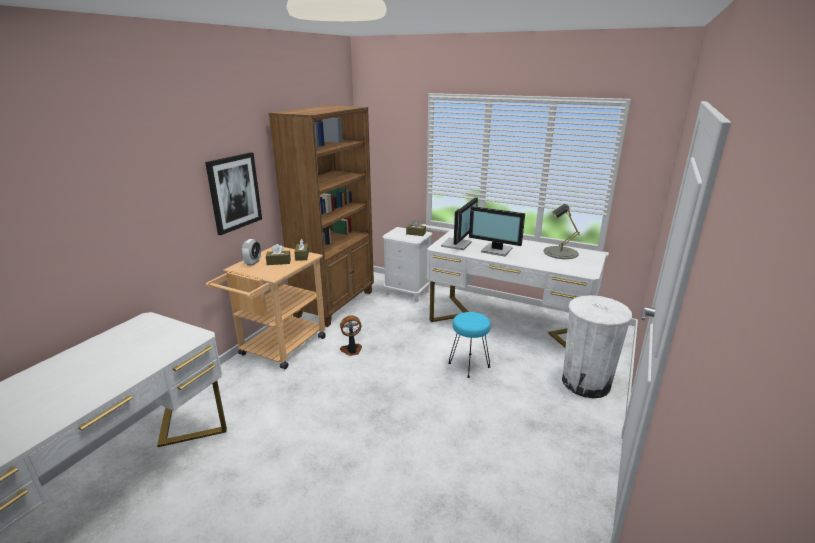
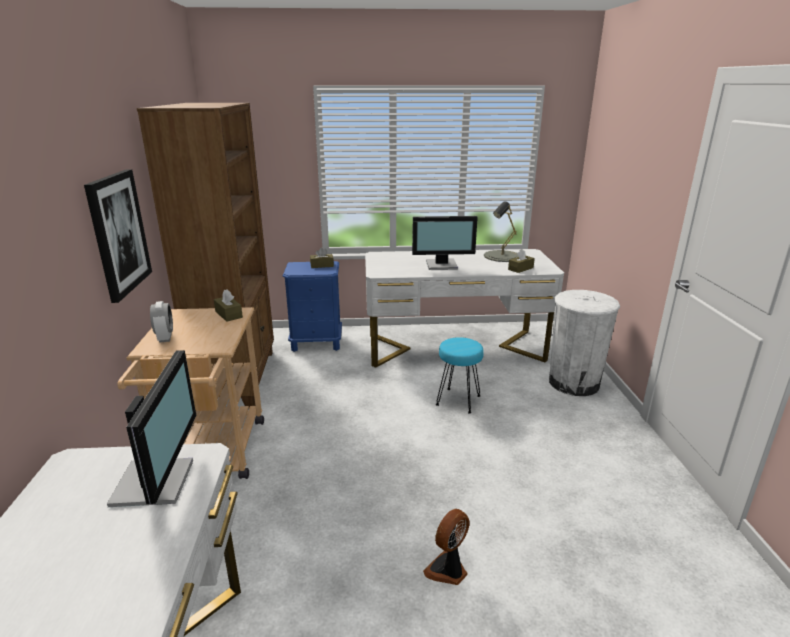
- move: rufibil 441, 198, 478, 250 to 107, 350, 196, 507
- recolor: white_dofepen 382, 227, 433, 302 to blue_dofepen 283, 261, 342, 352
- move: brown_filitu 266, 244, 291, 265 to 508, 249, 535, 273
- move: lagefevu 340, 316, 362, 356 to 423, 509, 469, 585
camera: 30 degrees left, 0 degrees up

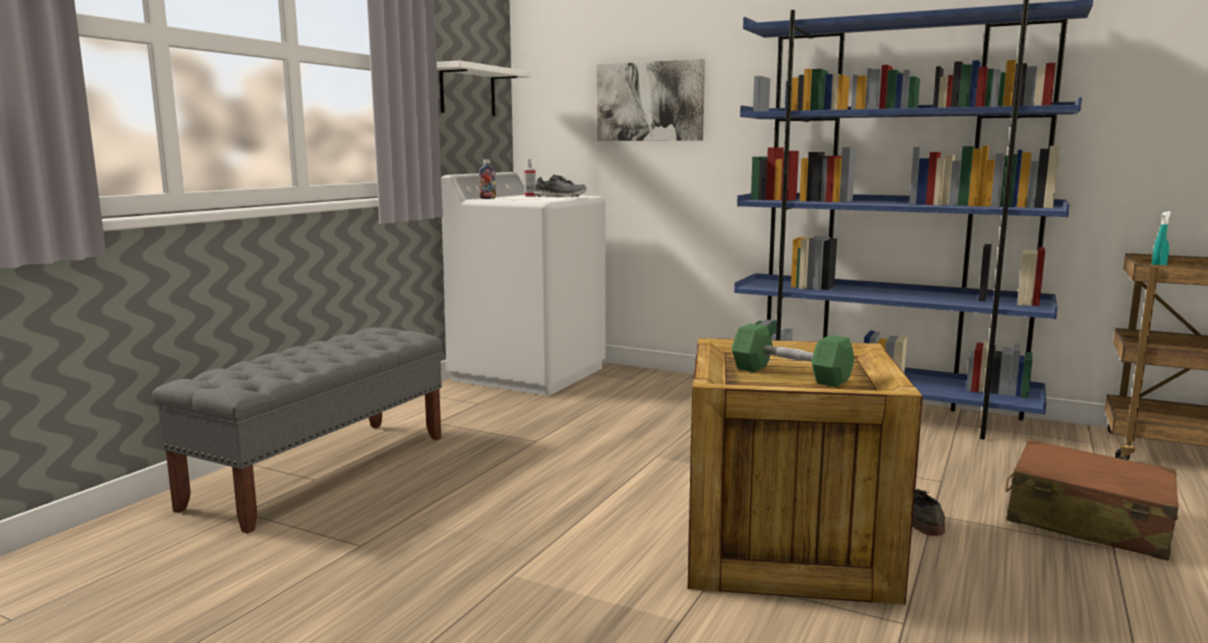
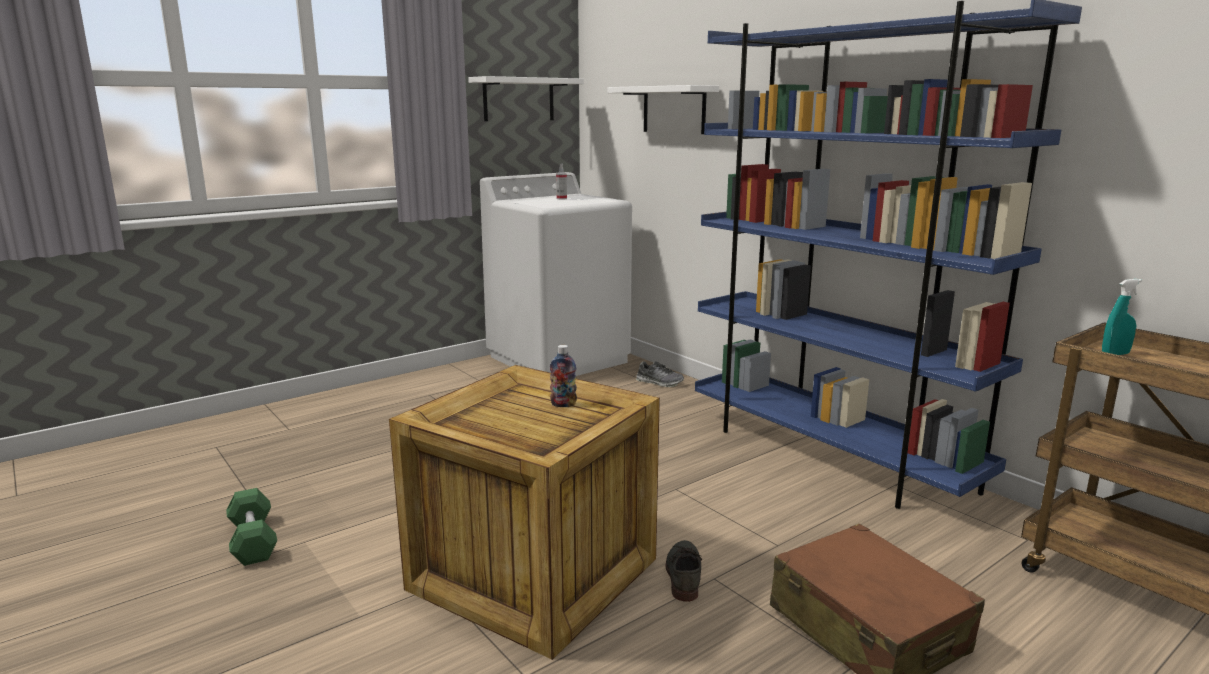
- replace: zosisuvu 597, 59, 705, 141 to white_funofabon 608, 85, 719, 134
- move: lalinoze 479, 159, 496, 199 to 550, 345, 577, 407
- move: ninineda 534, 175, 587, 197 to 636, 361, 684, 387
- move: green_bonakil 732, 324, 855, 387 to 226, 488, 277, 566
- delete: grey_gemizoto 152, 327, 443, 534
camera: 25 degrees right, 5 degrees up

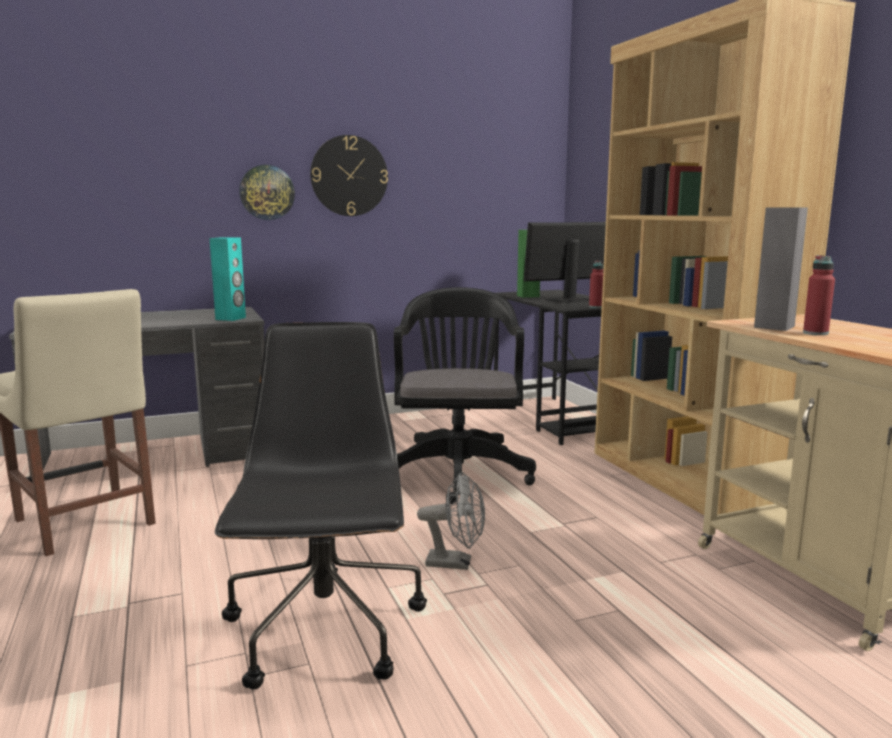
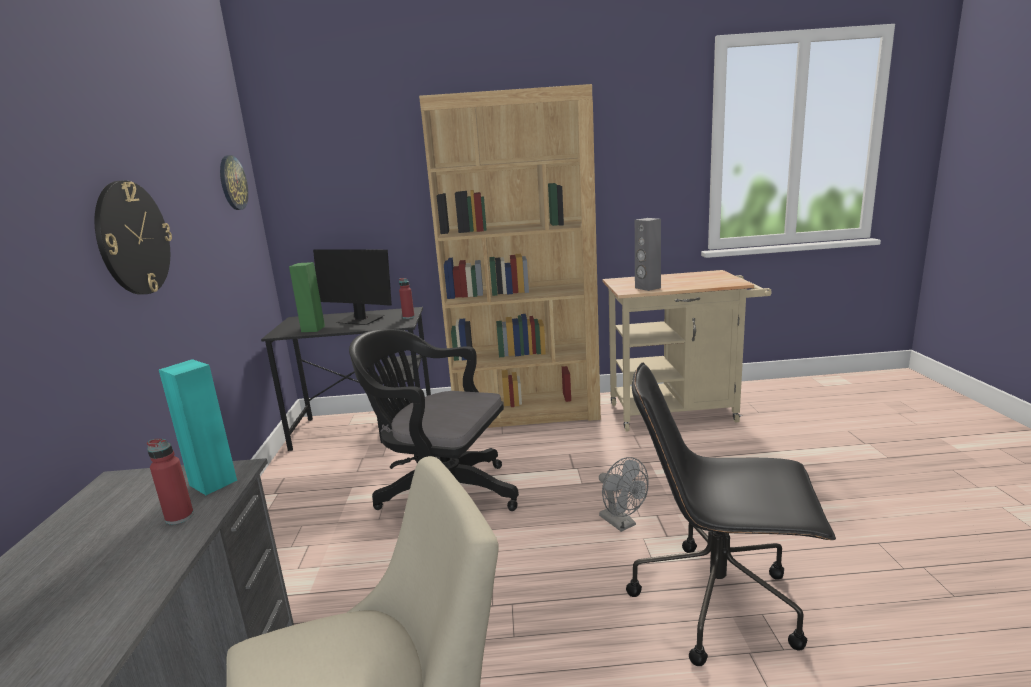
- move: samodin 239, 165, 295, 220 to 220, 155, 248, 210
- rotate: rufibil 524, 222, 606, 303 = 313, 249, 392, 325 60 degrees counterclockwise
- move: red_lalinoze 803, 255, 835, 335 to 147, 439, 194, 525
- rotate: grey_lagefevu 417, 472, 485, 570 = 599, 457, 648, 532 120 degrees clockwise
camera: 70 degrees left, 5 degrees up

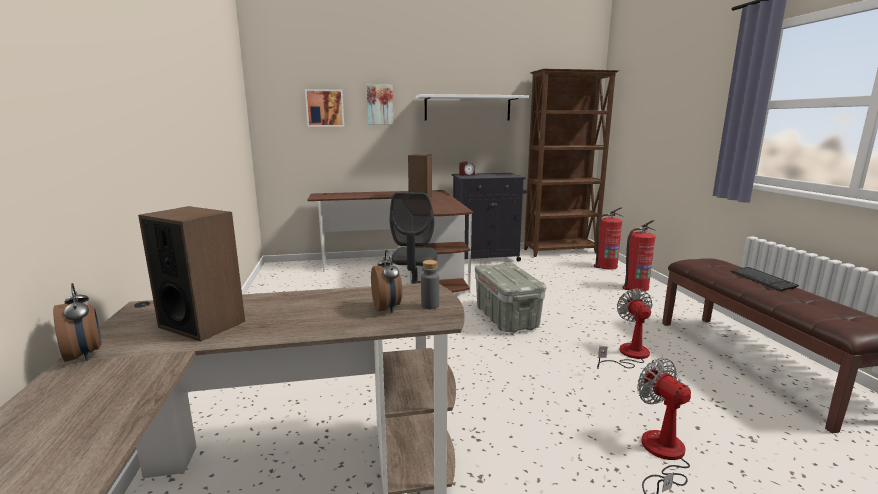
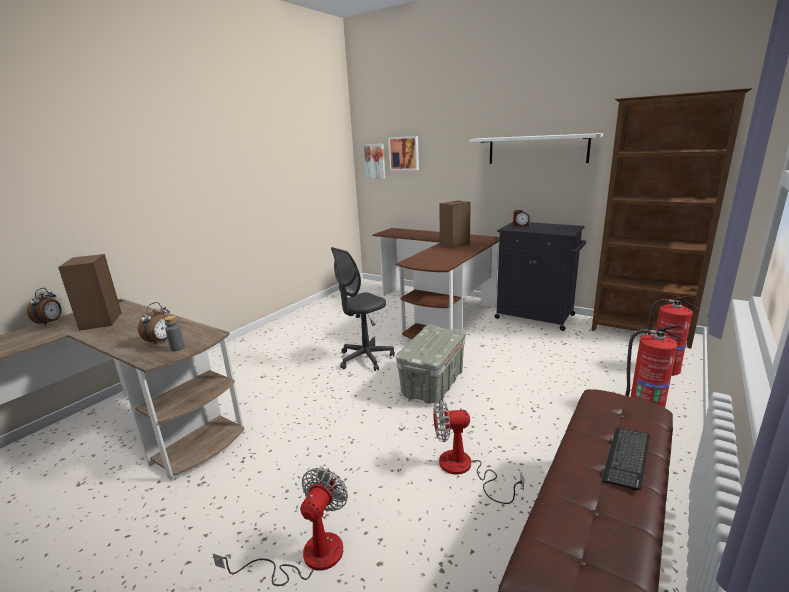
- move: zosisuvu 366, 84, 393, 125 to 364, 144, 385, 179
- rotate: lagefevu 597, 289, 652, 369 = 434, 399, 524, 504 135 degrees counterclockwise
camera: 45 degrees right, 5 degrees up

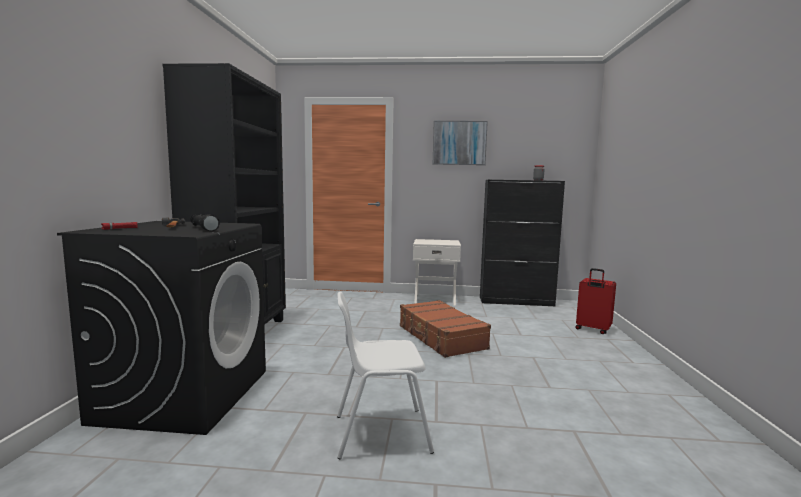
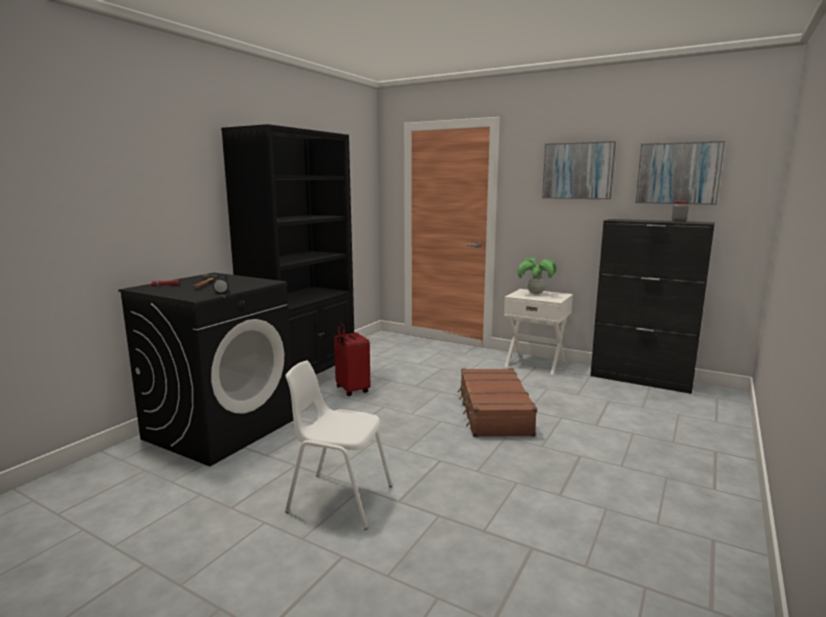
- move: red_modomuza 575, 268, 616, 334 to 334, 322, 370, 396
- insert: zosisuvu 636, 141, 725, 205
- insert: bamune 518, 258, 556, 294
camera: 25 degrees right, 5 degrees up

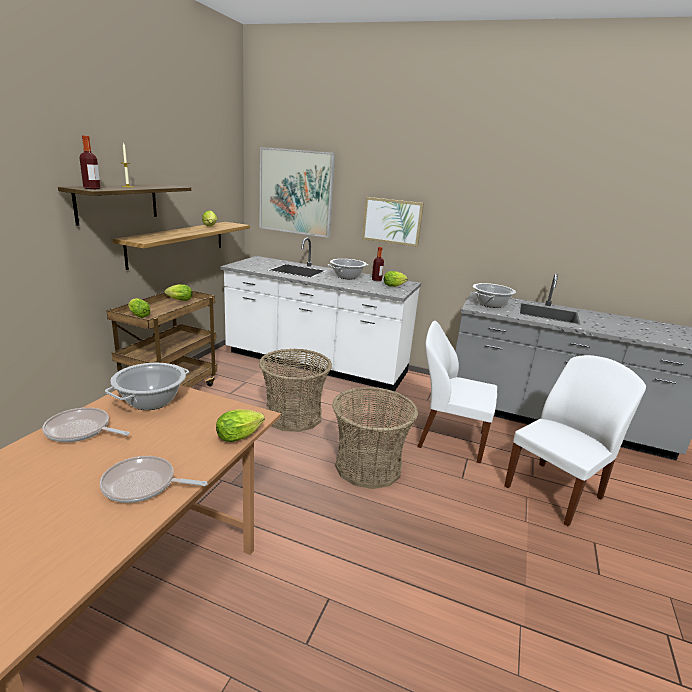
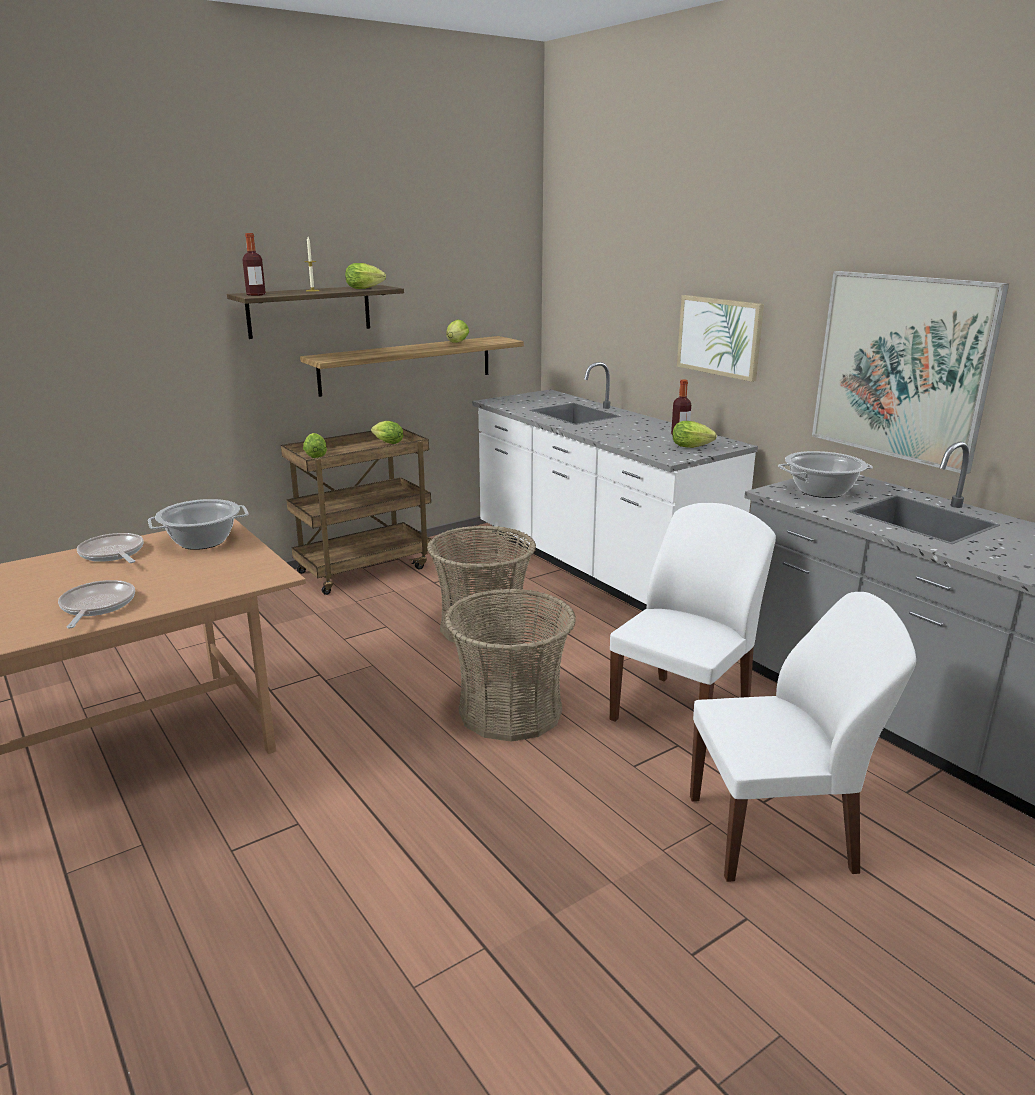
- move: zosisuvu 260, 147, 335, 238 to 812, 271, 1009, 474
- delete: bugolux 328, 259, 368, 279
- rotate: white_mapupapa 417, 321, 497, 463 = 610, 503, 776, 722 75 degrees clockwise
- move: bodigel 216, 409, 265, 442 to 345, 263, 386, 289
- rotate: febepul 99, 456, 208, 503 = 58, 580, 135, 629 45 degrees clockwise
camera: 35 degrees right, 0 degrees up

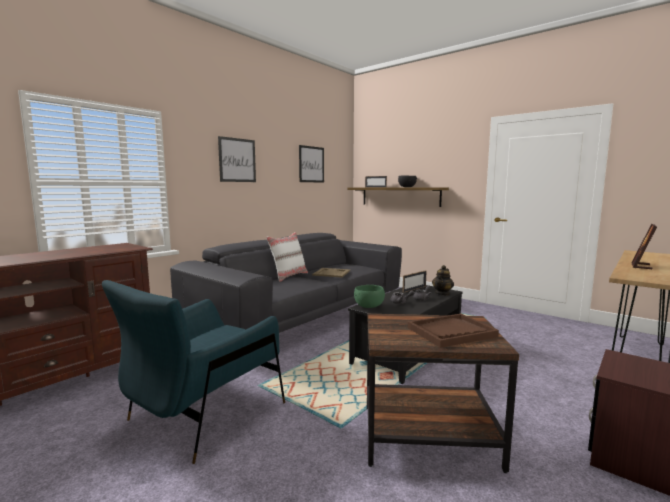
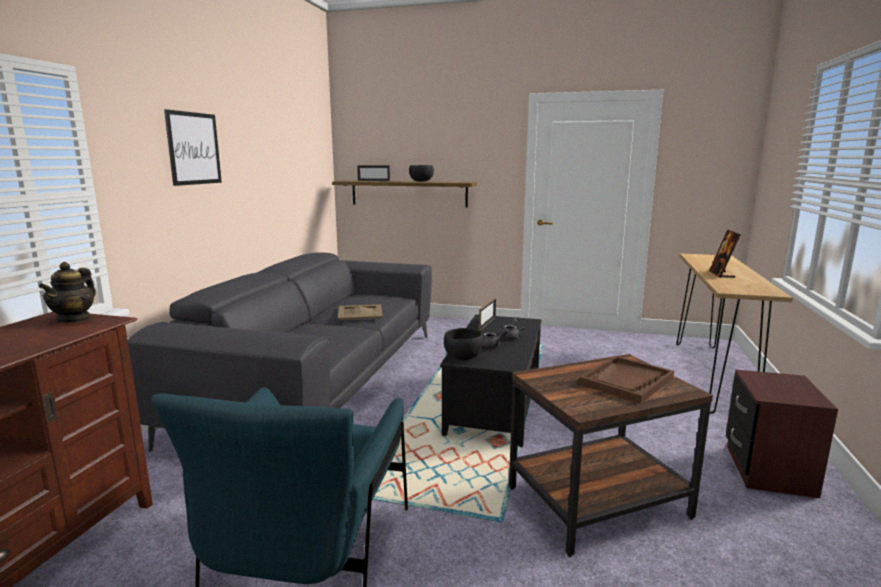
- delete: zosisuvu 299, 145, 324, 183
- delete: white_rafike 266, 232, 308, 282
- move: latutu 432, 265, 454, 296 to 39, 262, 96, 323
- recolor: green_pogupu 354, 285, 385, 308 to black_pogupu 444, 328, 484, 360
camera: 25 degrees left, 5 degrees up

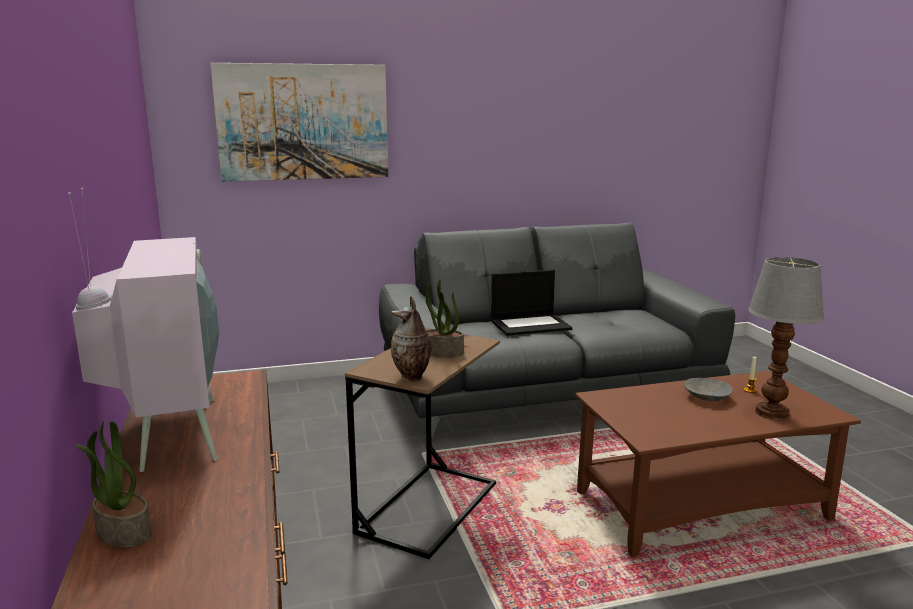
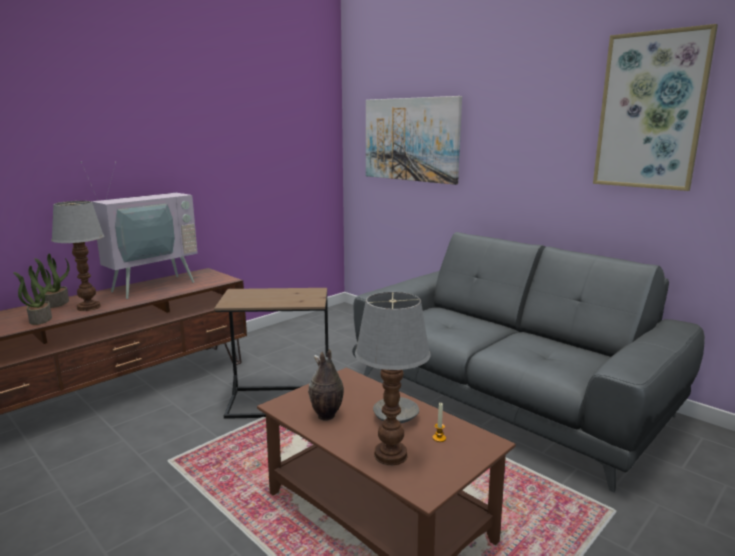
- delete: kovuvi 491, 270, 572, 336
- move: bamune 426, 279, 464, 357 to 13, 266, 52, 325
- move: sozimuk 391, 296, 432, 382 to 308, 349, 344, 421
- insert: zosisuvu 593, 24, 718, 191
- insert: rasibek 51, 201, 104, 311
camera: 60 degrees right, 0 degrees up

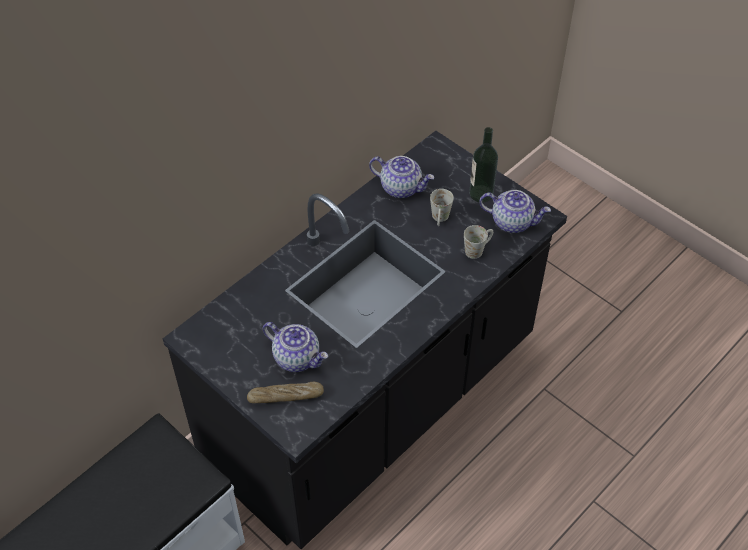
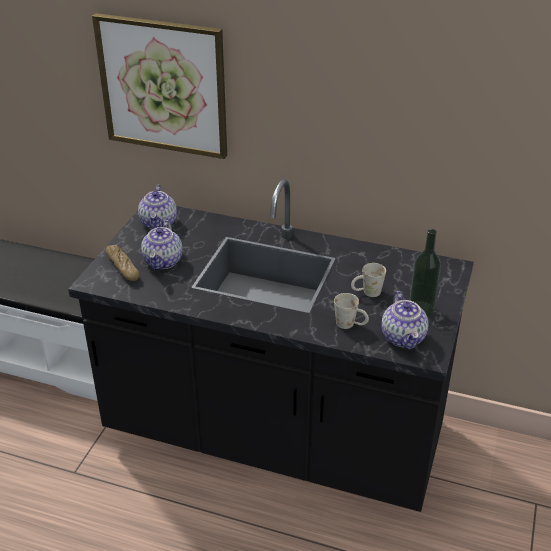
- move: latutu 369, 156, 434, 198 to 138, 185, 177, 229
- insert: zosisuvu 92, 13, 227, 159
camera: 65 degrees right, 15 degrees down

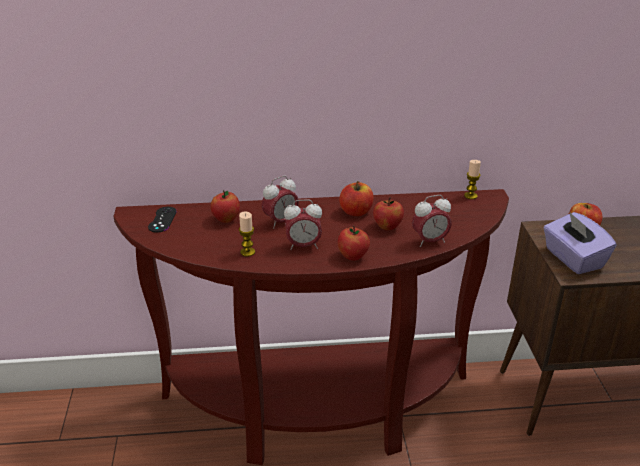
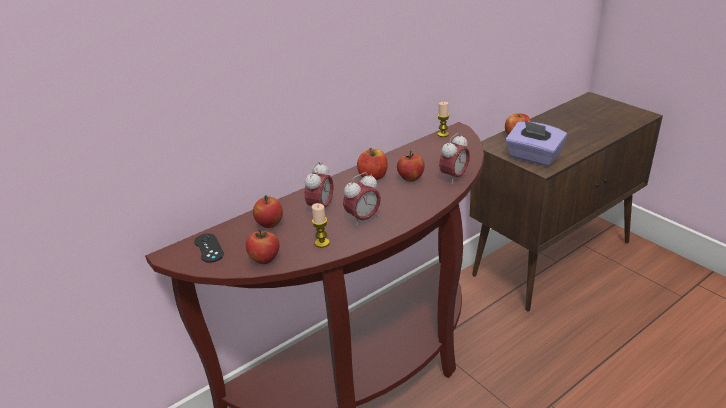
- move: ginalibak 338, 225, 370, 261 to 246, 229, 279, 264
camera: 30 degrees left, 0 degrees up

